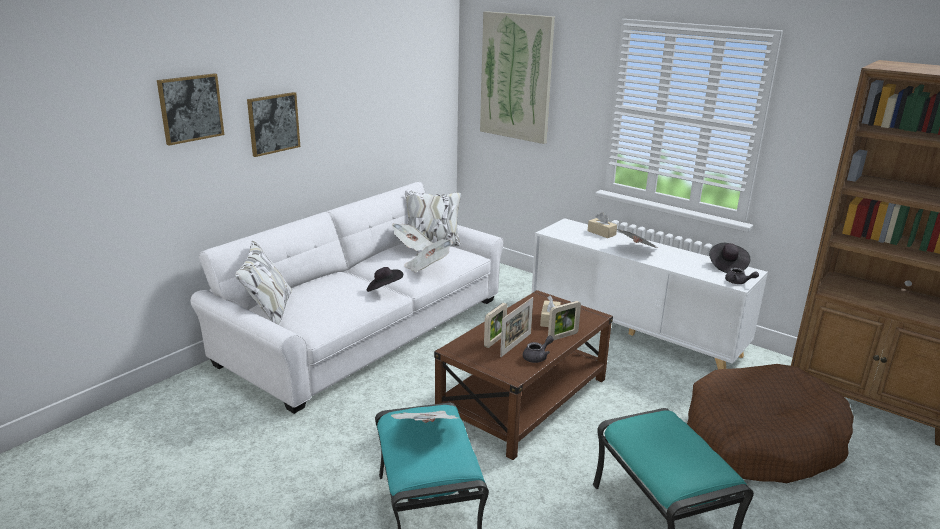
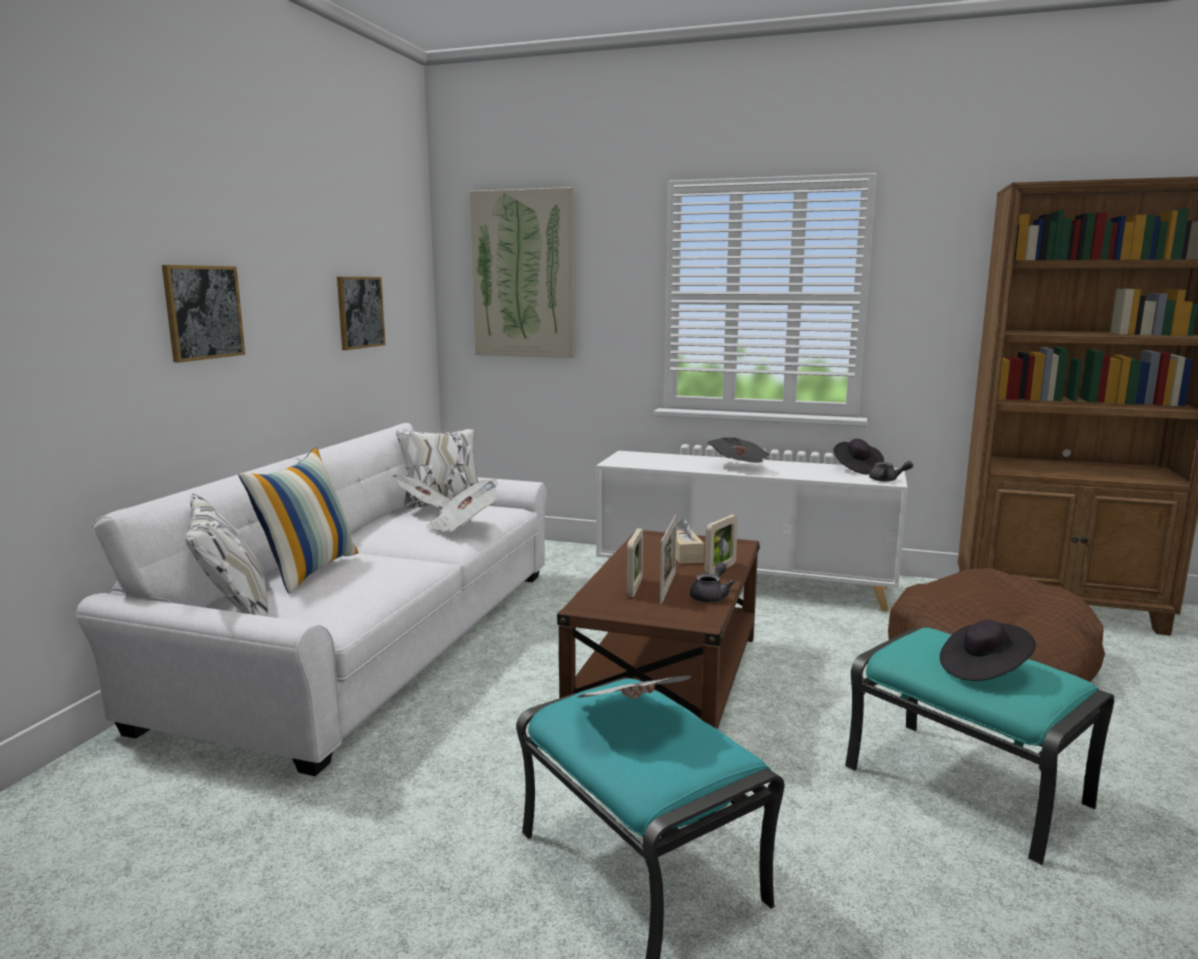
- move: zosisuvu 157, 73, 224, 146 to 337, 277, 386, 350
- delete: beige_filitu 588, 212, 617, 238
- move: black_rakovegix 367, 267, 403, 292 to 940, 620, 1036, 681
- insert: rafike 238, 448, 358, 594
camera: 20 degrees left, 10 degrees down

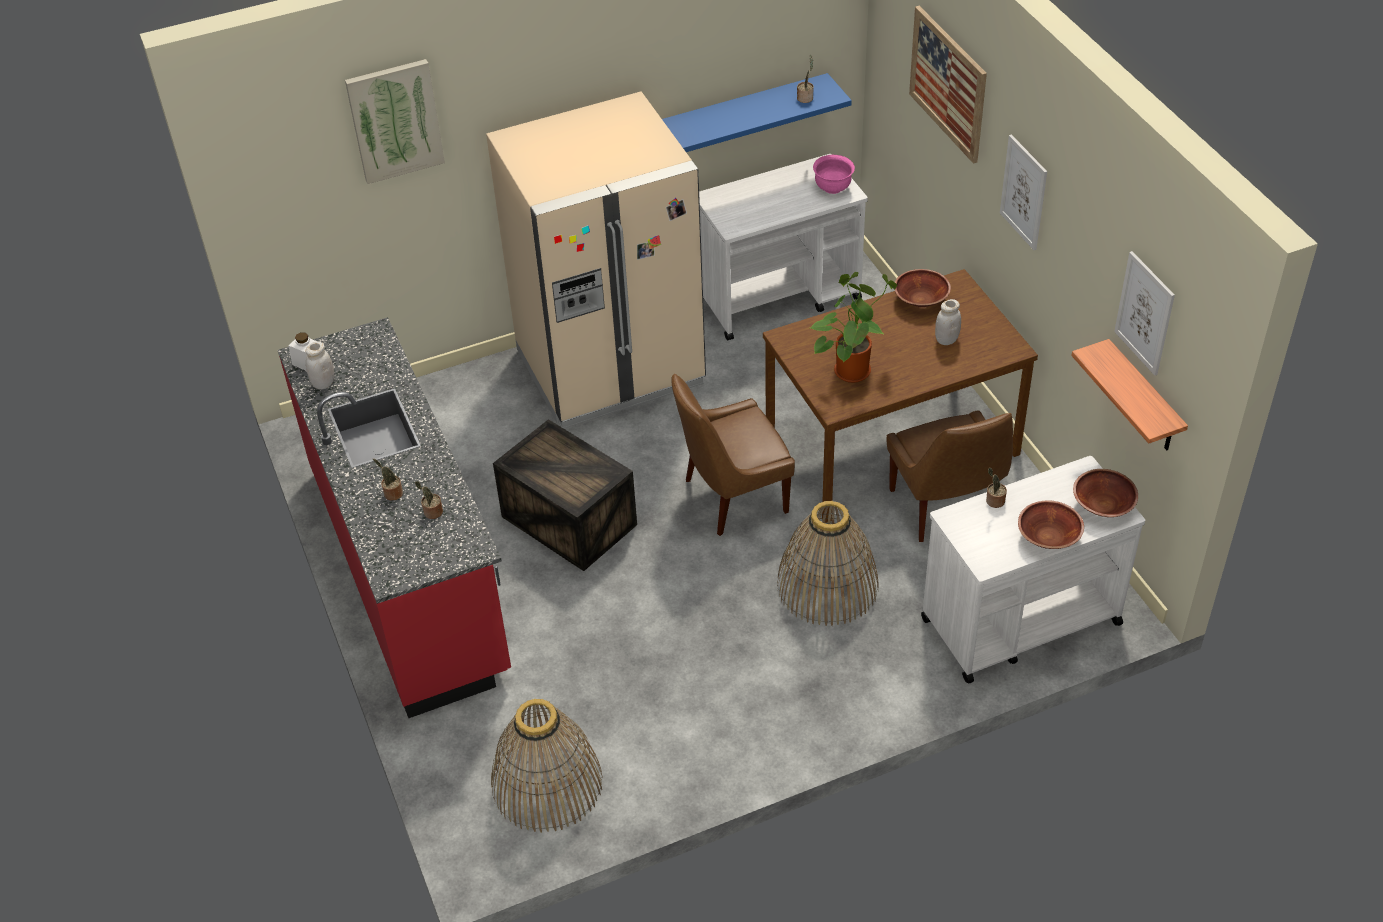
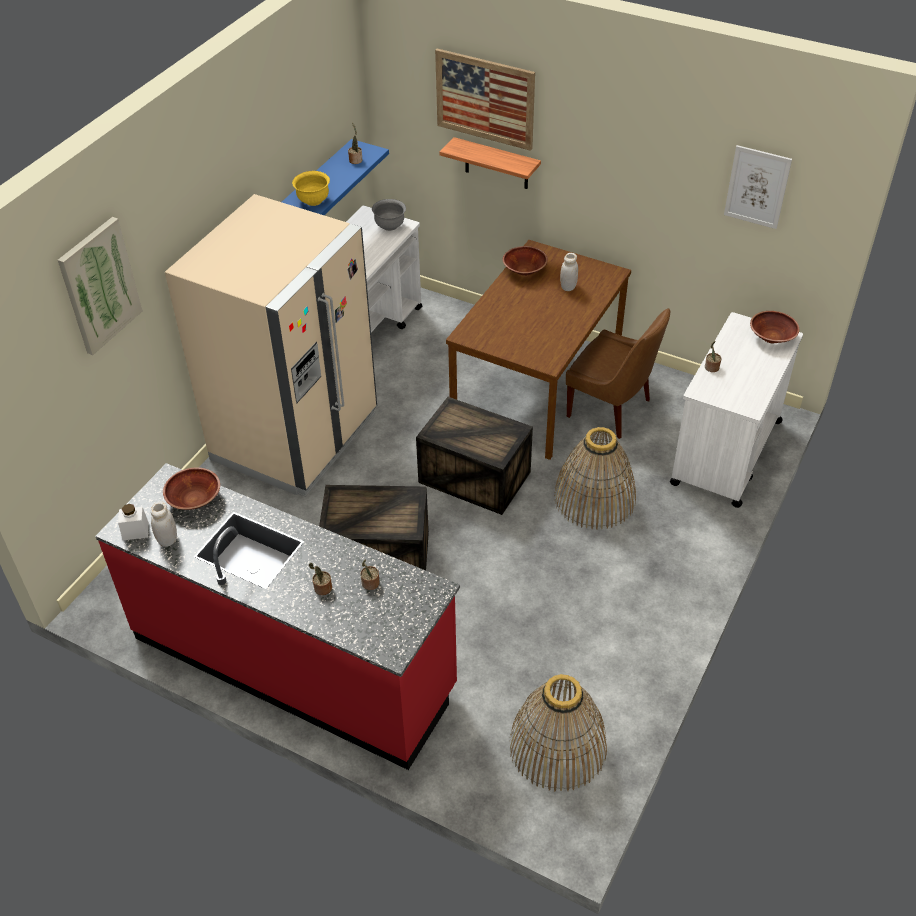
- delete: zosisuvu 1000, 135, 1047, 250
- recolor: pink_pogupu 813, 155, 855, 194 to grey_pogupu 372, 199, 406, 231
- delete: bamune 810, 272, 898, 383
- move: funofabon 1071, 339, 1188, 450 to 440, 137, 541, 189
- replace: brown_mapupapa 672, 374, 795, 536 to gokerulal 416, 397, 533, 515
- move: brown_pogupu 1018, 500, 1084, 549 to 163, 467, 220, 510
- insert: yellow_pogupu 292, 171, 330, 206
camera: 40 degrees left, 0 degrees up

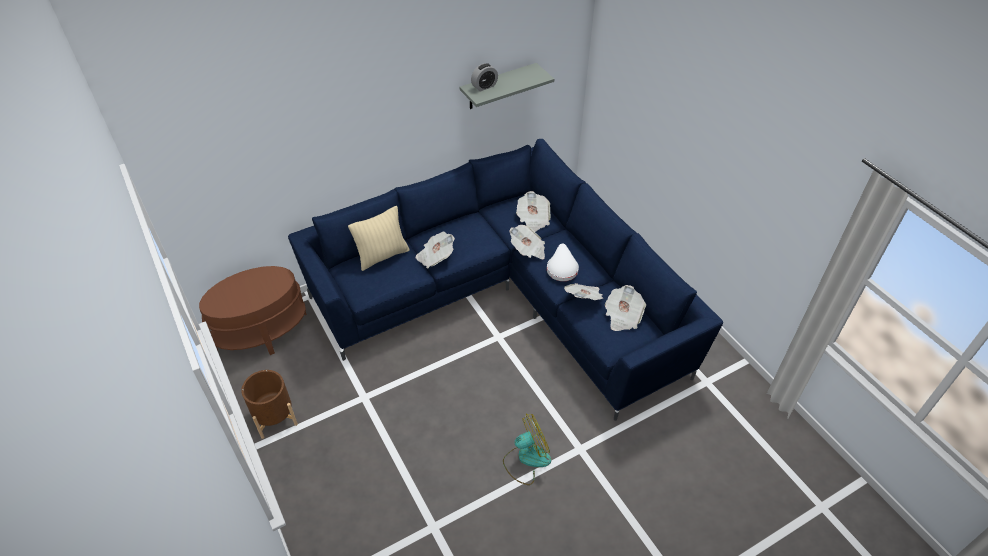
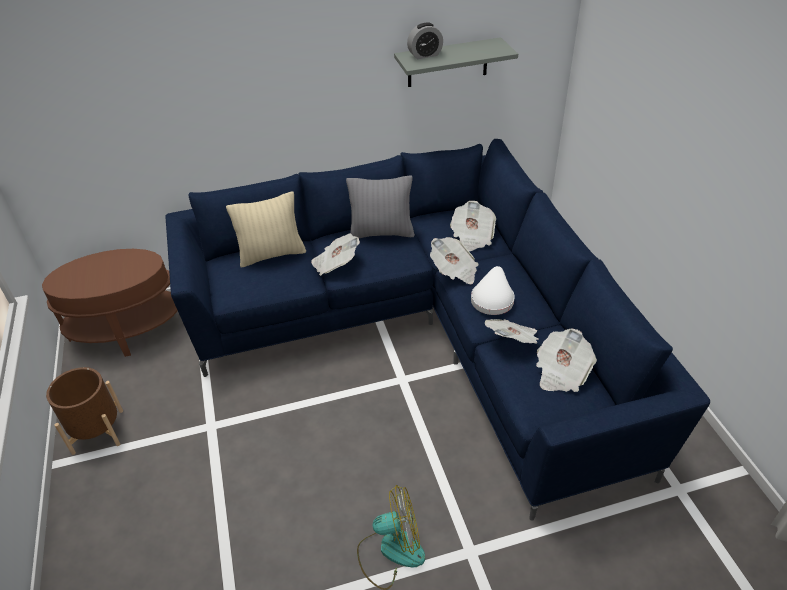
- insert: grey_rafike 346, 176, 415, 238
camera: 15 degrees right, 5 degrees down

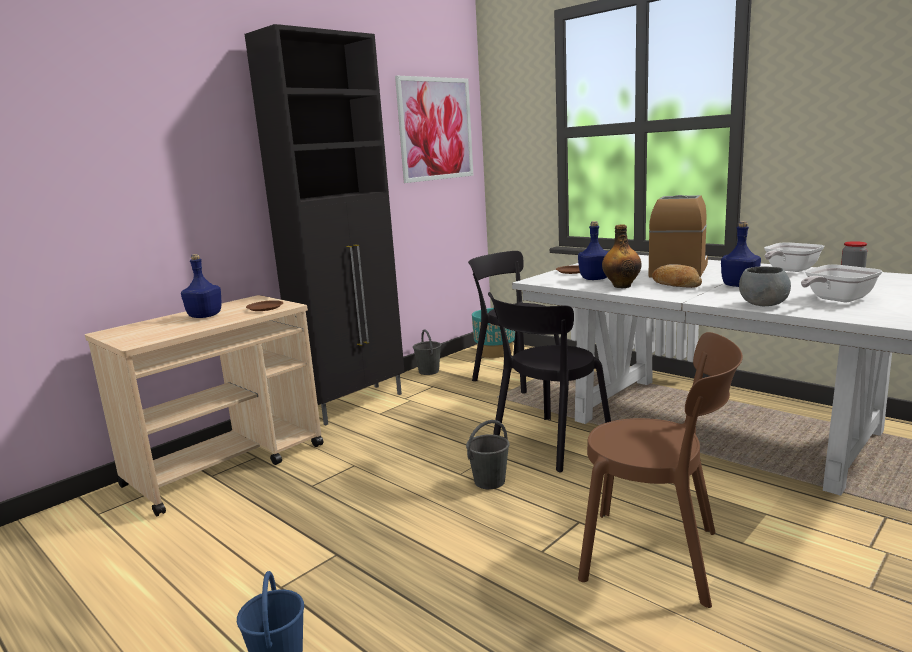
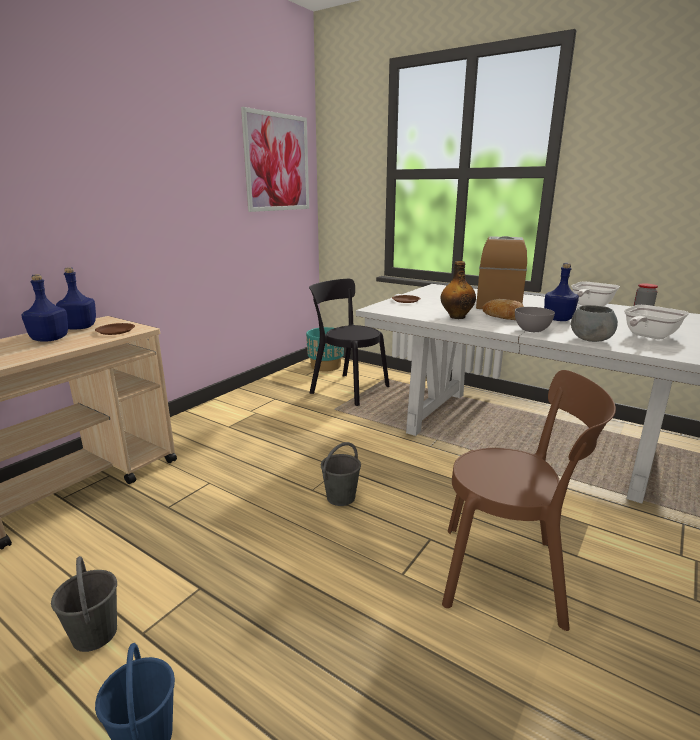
- delete: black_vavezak 245, 24, 405, 425
- move: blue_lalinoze 578, 221, 608, 280 to 56, 267, 96, 329
- delete: black_mapupapa 488, 292, 611, 472
- move: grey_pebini 413, 329, 441, 375 to 51, 556, 117, 652
- insert: grey_pogupu 515, 307, 555, 332
camera: 10 degrees left, 5 degrees up

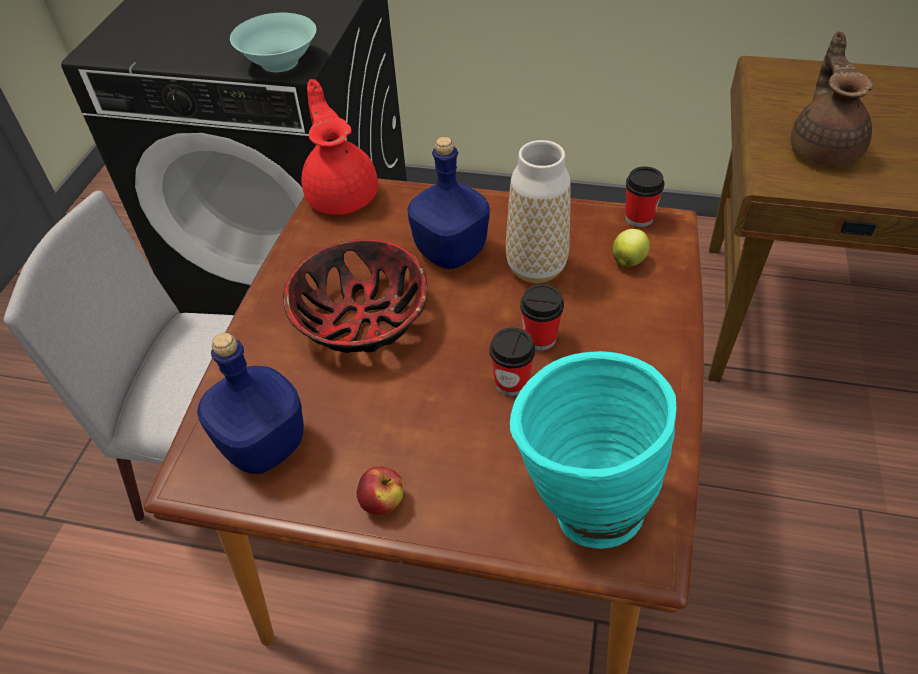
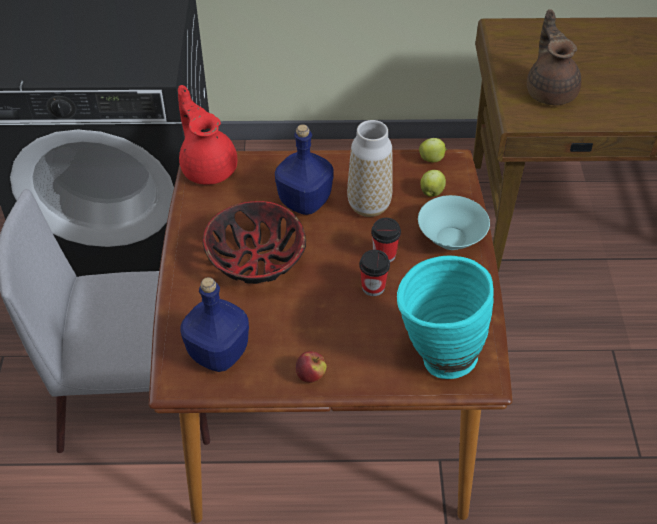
- move: turquoise_pogupu 230, 13, 316, 72 to 418, 195, 490, 250
- replace: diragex 625, 166, 664, 227 to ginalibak 419, 138, 448, 162
camera: 15 degrees left, 0 degrees up

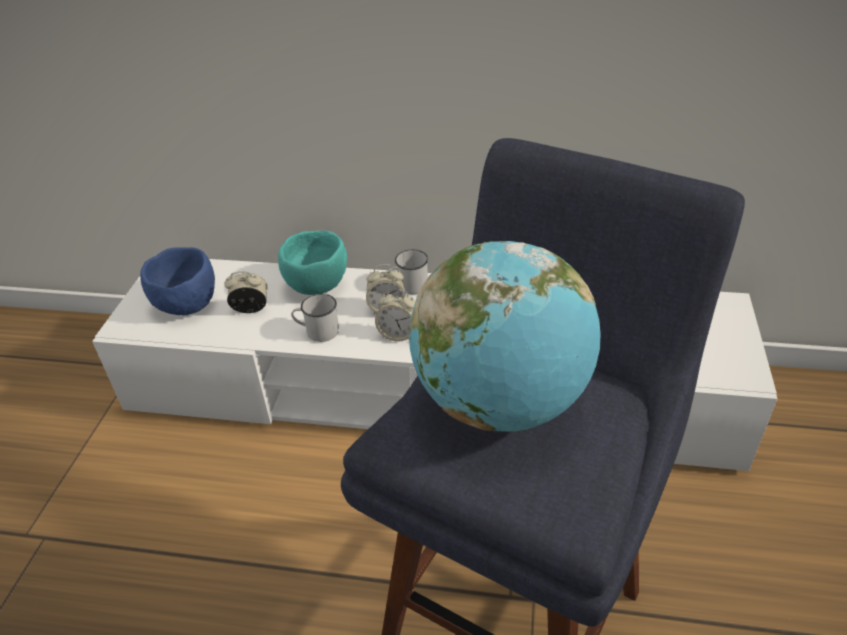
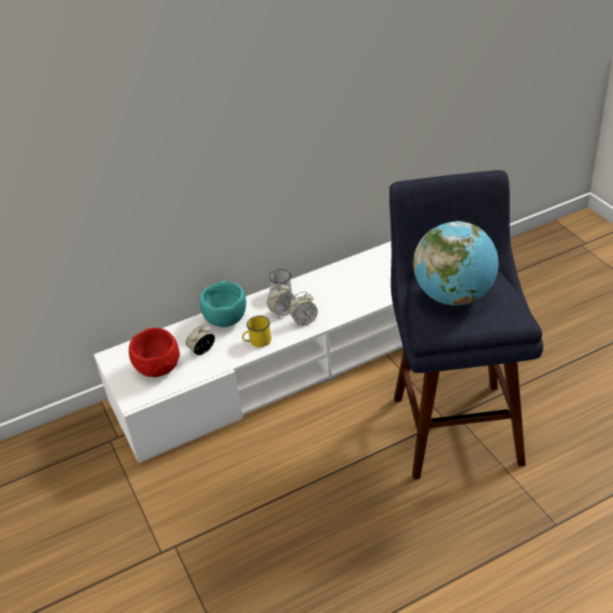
- recolor: blue_pogupu 140, 247, 215, 315 to red_pogupu 129, 328, 180, 377
- recolor: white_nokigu 291, 294, 339, 342 to yellow_nokigu 242, 316, 271, 347
camera: 35 degrees left, 0 degrees up

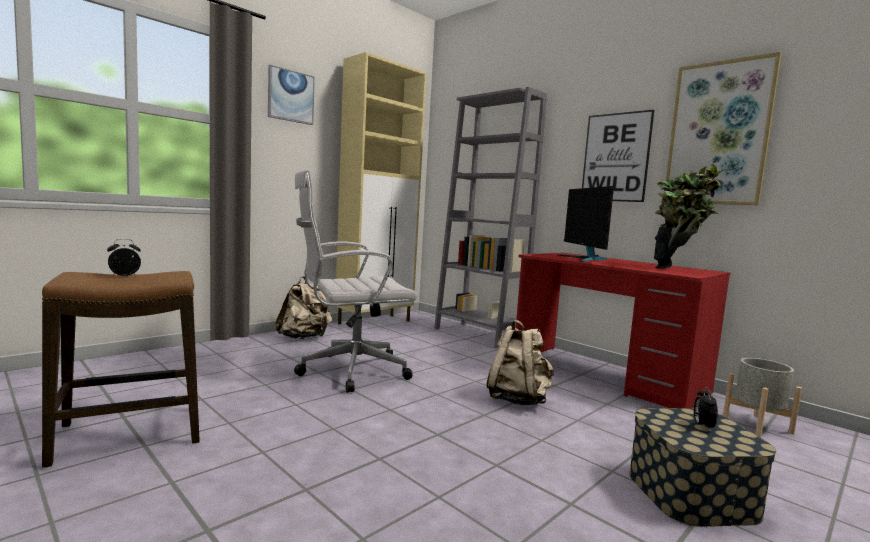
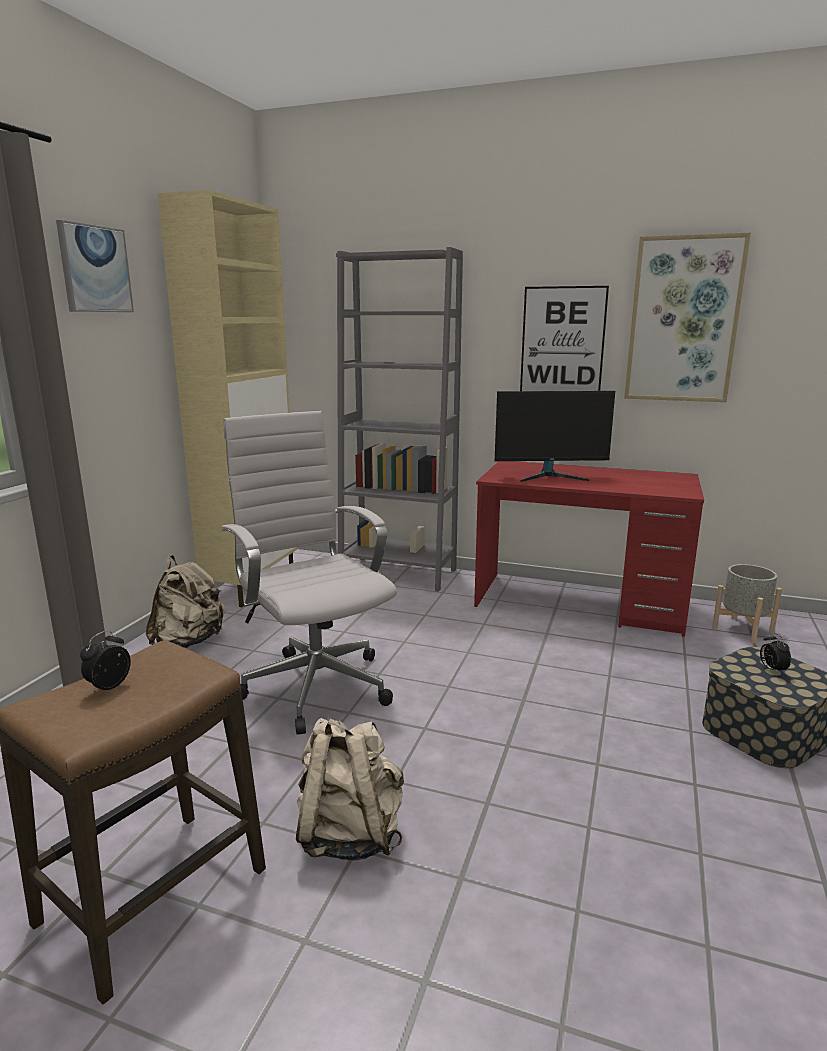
- delete: bamune 654, 164, 725, 269
- rotate: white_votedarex 294, 170, 418, 393 = 221, 411, 397, 735 105 degrees clockwise
- rotate: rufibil 557, 186, 614, 262 = 495, 391, 615, 482 60 degrees counterclockwise
- move: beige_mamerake 486, 320, 554, 405 to 296, 718, 404, 861
camera: 25 degrees left, 10 degrees up

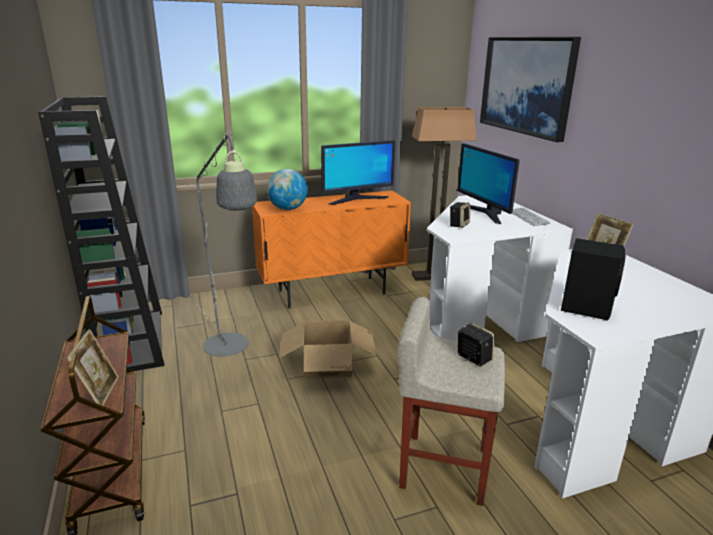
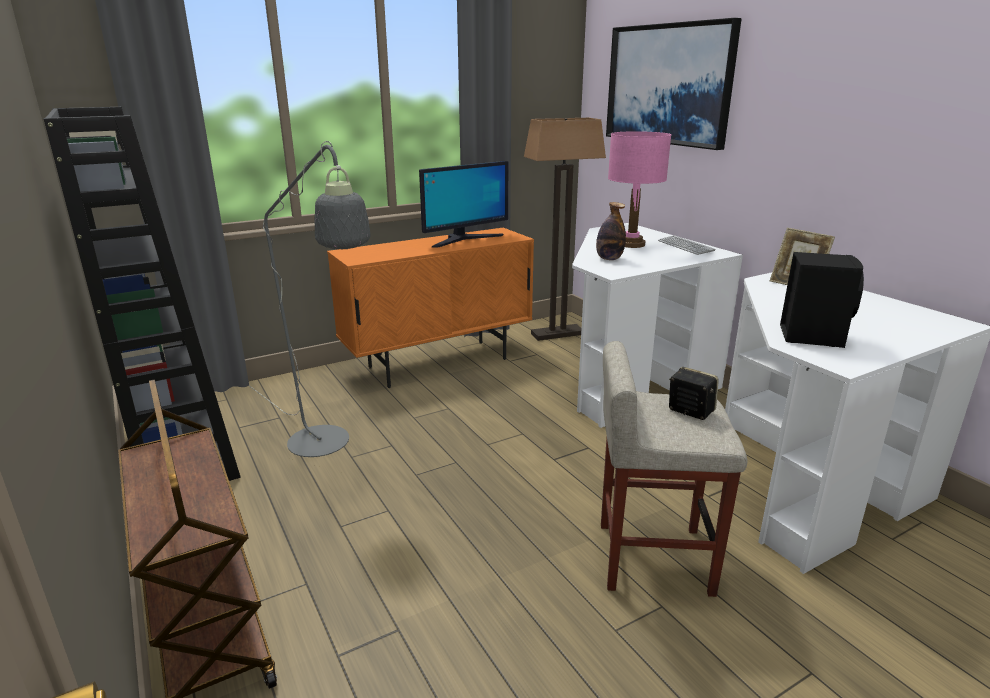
- replace: rufibil 457, 143, 520, 224 to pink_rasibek 608, 131, 671, 248
- delete: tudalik 267, 169, 308, 210
- replace: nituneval 450, 202, 470, 228 to lalinoze 596, 202, 626, 260
- delete: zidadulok 279, 320, 376, 378
- delete: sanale 67, 329, 119, 406
camera: 10 degrees left, 0 degrees up

